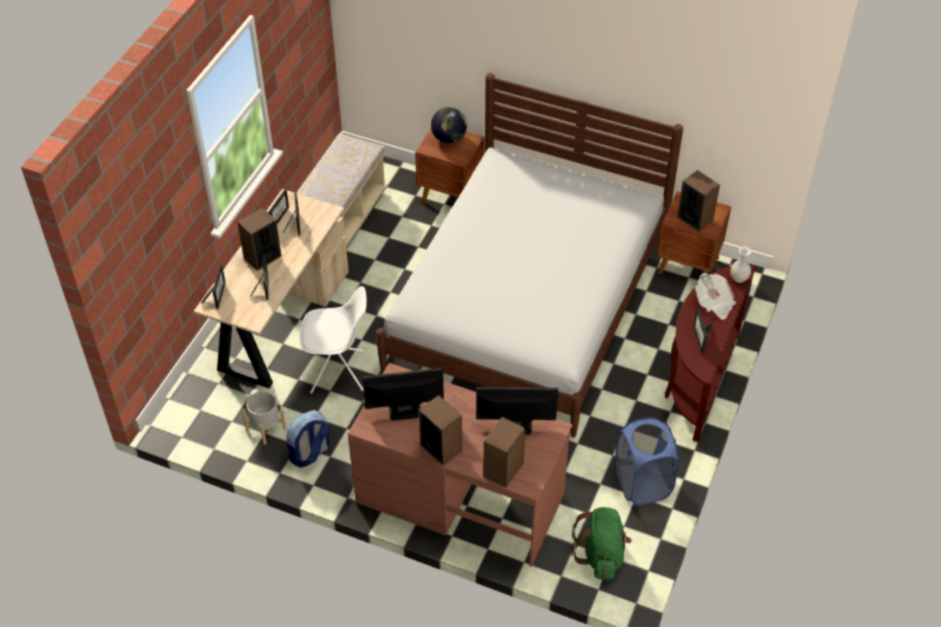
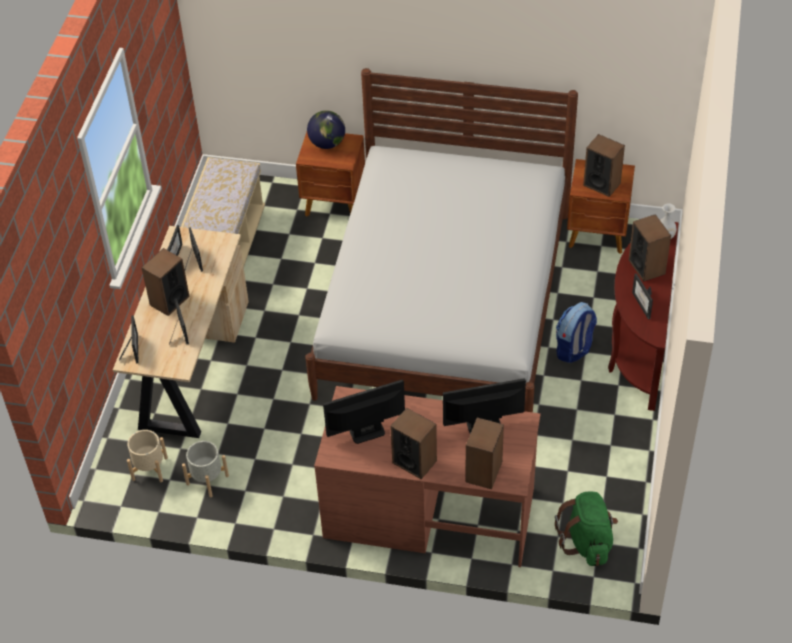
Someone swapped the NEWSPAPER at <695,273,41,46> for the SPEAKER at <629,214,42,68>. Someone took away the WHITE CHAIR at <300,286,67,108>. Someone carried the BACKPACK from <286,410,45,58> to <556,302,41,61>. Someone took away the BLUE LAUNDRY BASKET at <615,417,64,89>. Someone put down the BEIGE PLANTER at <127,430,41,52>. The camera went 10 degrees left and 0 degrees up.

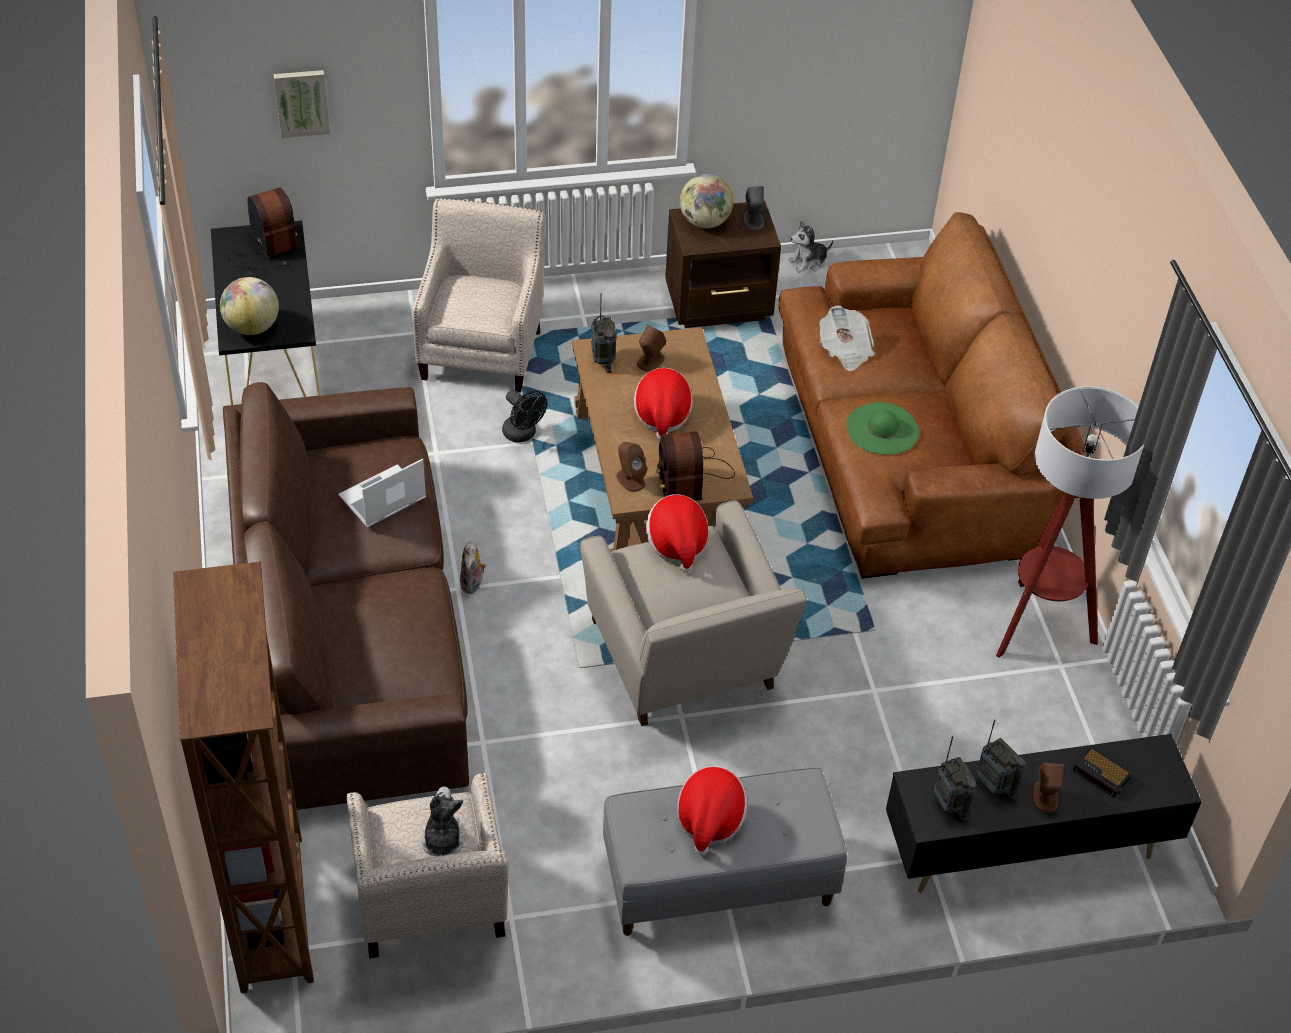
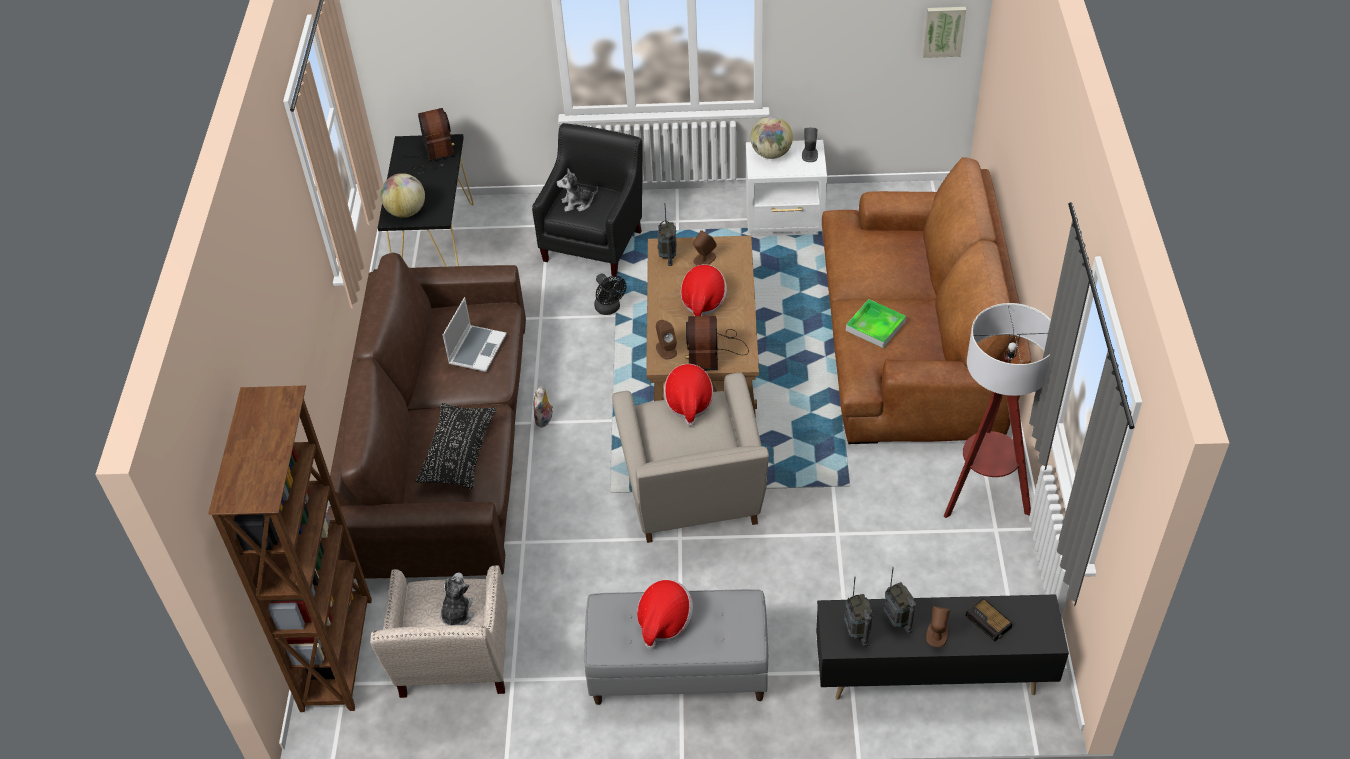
Someone carried the PICTURE from <274,70,56,68> to <923,7,43,51>. Someone repainted the BEIGE ARMCHAIR at <412,198,133,195>, which became the BLACK ARMCHAIR at <532,123,111,153>. Someone repainted the BROWN NIGHTSTAND at <665,201,116,127>, which became the WHITE NIGHTSTAND at <746,140,81,96>. Someone carried the PLUSH TOY from <788,221,45,52> to <556,168,42,44>. Someone took away the NEWSPAPER at <819,305,55,66>. Someone swapped the GREEN HAT at <847,402,72,53> for the TRAY at <846,299,60,49>. Someone rotated the LAPTOP at <338,459,88,69> by 135 degrees clockwise. Someone put down the BLACK PILLOW at <416,403,80,86>. The camera went 15 degrees right and 0 degrees up.

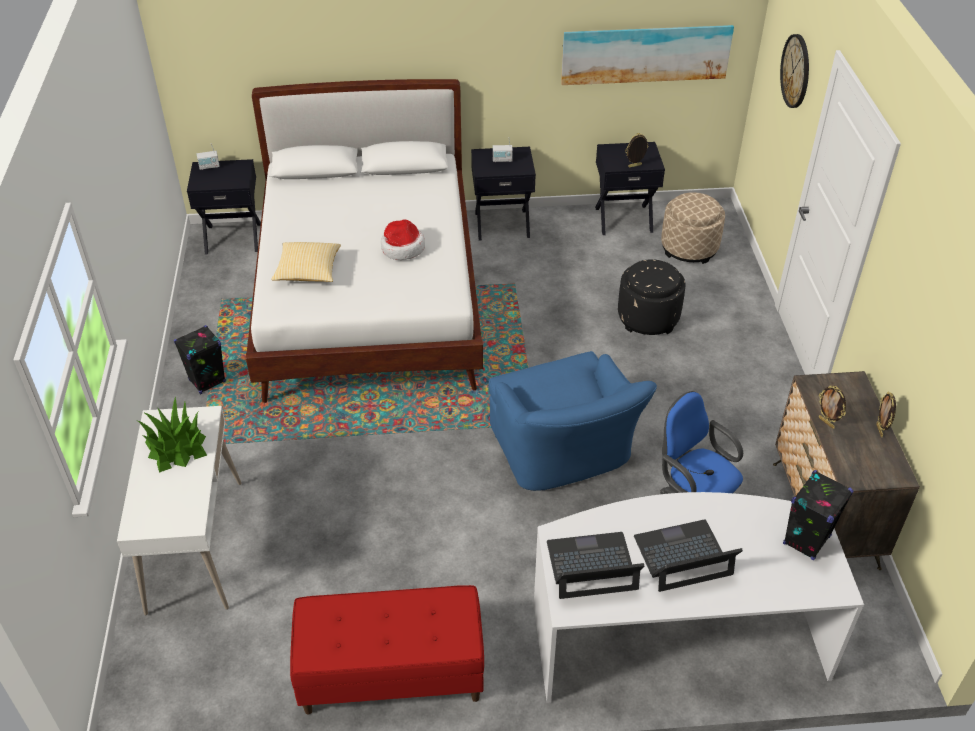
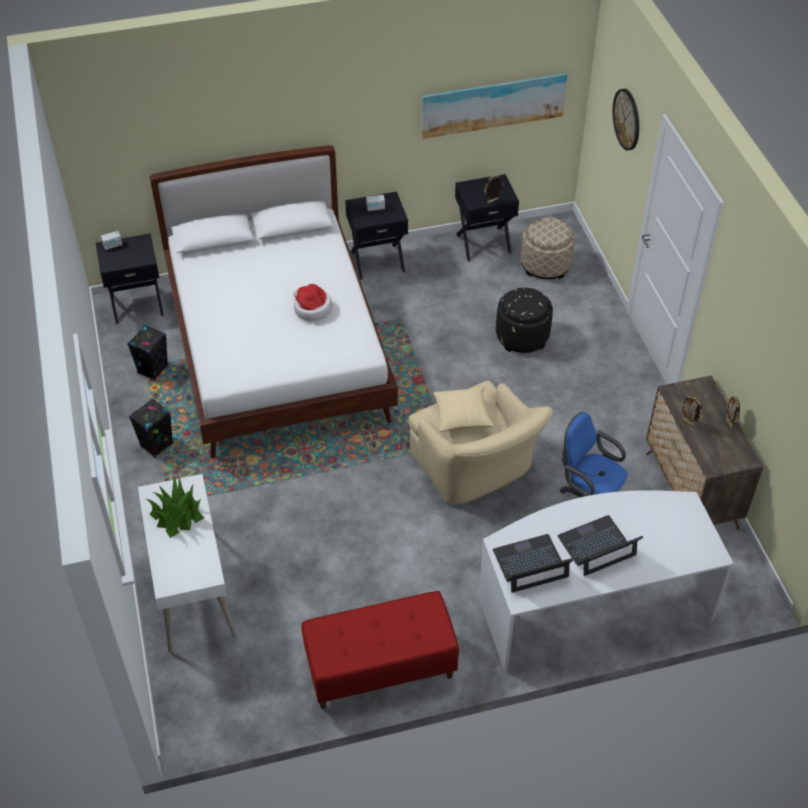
Someone carried the PILLOW from <271,242,70,40> to <433,387,61,45>. Someone repainted the BLUE ARMCHAIR at <488,351,169,140>, which became the BEIGE ARMCHAIR at <409,380,144,124>. Someone carried the BLACK SPEAKER from <783,470,70,90> to <127,325,41,55>. The camera went 10 degrees left and 5 degrees up.

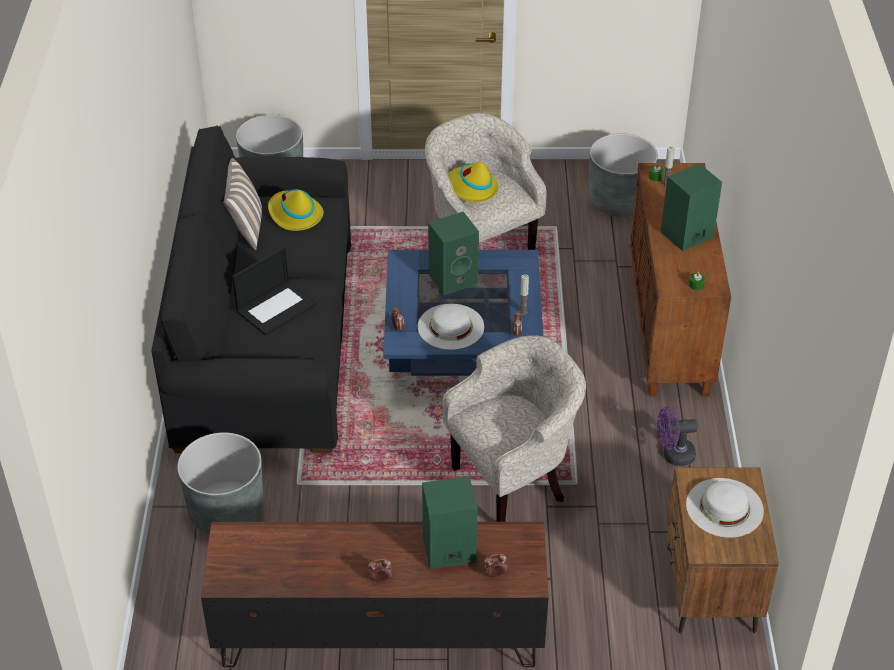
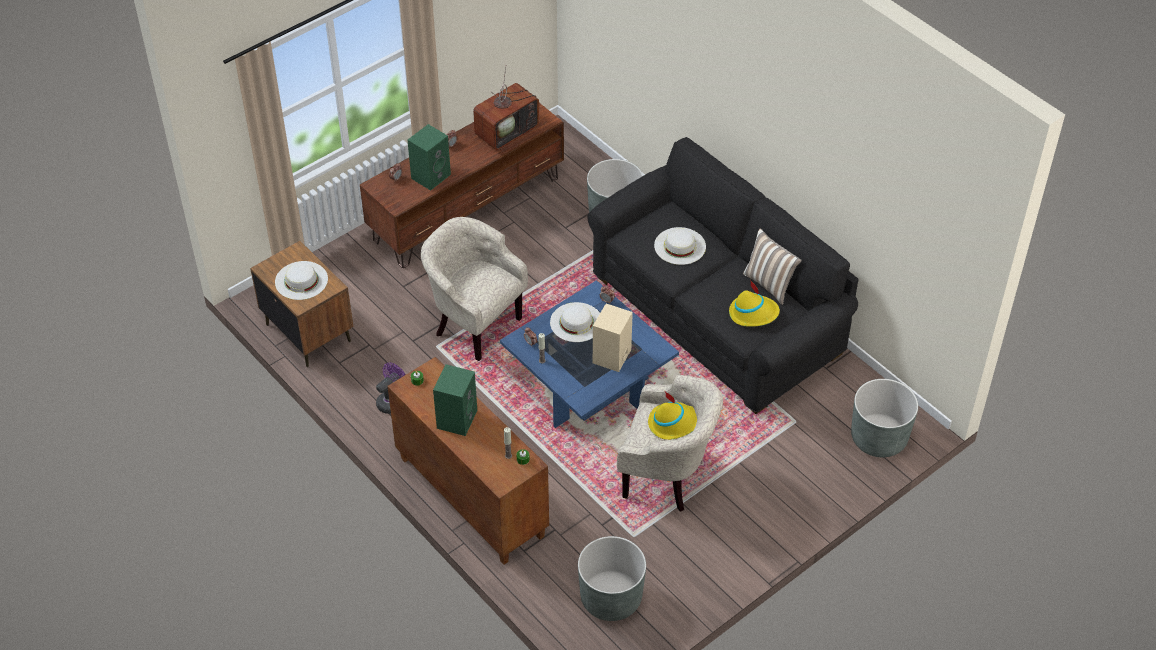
Someone repainted the GREEN SPEAKER at <428,212,51,83>, which became the BEIGE SPEAKER at <593,304,40,68>. Someone swapped the LAPTOP at <232,247,85,89> for the WHITE HAT at <654,227,52,38>. Someone rotated the BEIGE ARMCHAIR at <442,335,144,187> by 105 degrees clockwise. Someone put down the TELEVISION at <473,68,66,82>. The camera went 140 degrees right and 5 degrees up.

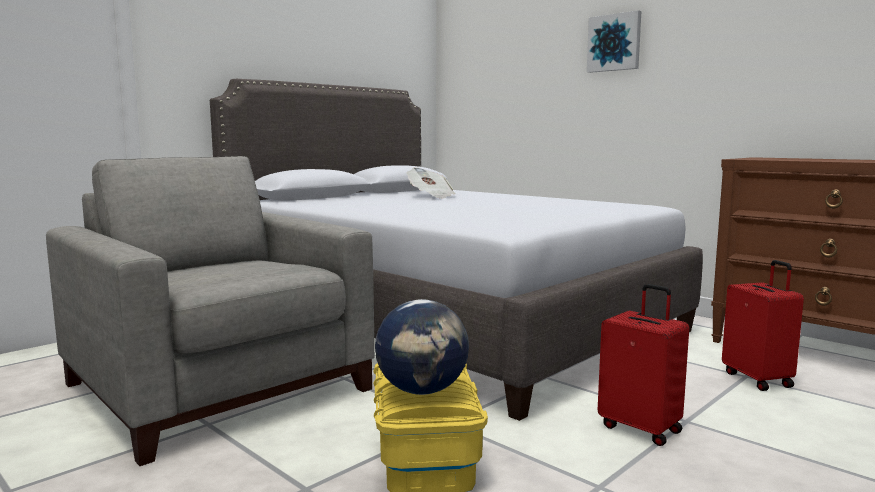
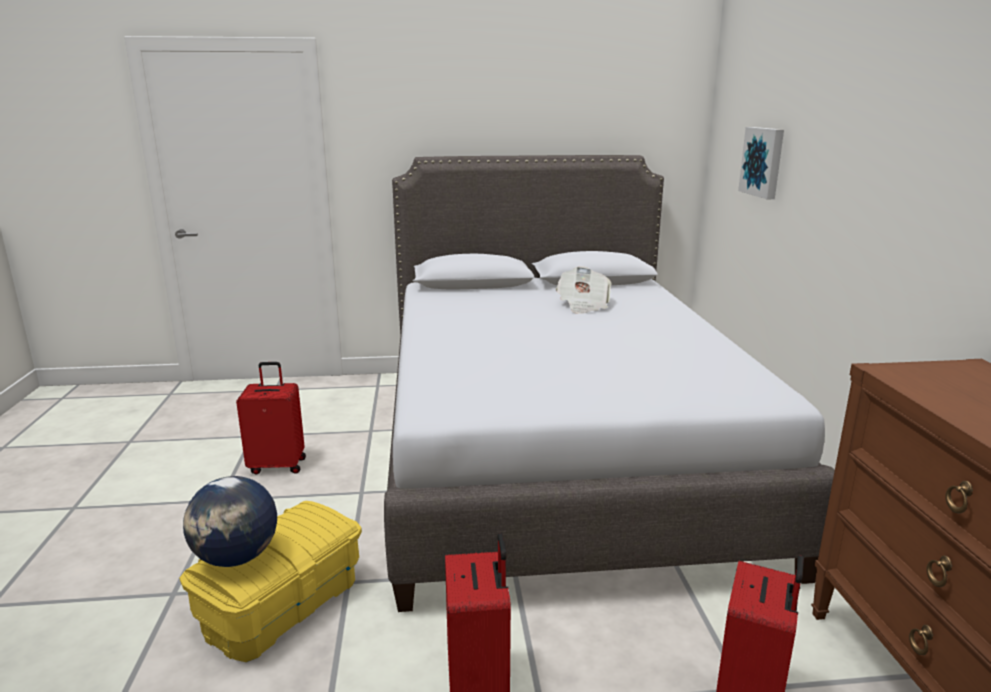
Someone carried the PICTURE from <587,10,54,63> to <738,127,46,72>. Someone swapped the GREY ARMCHAIR at <46,156,329,310> for the RED SUITCASE at <236,362,70,113>. The camera went 40 degrees right and 10 degrees up.

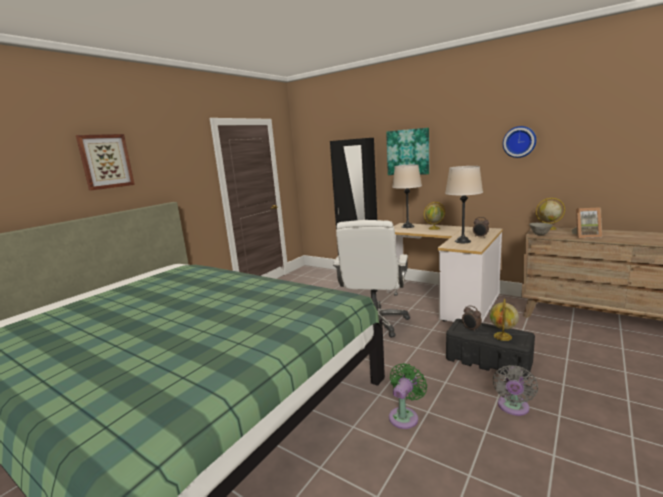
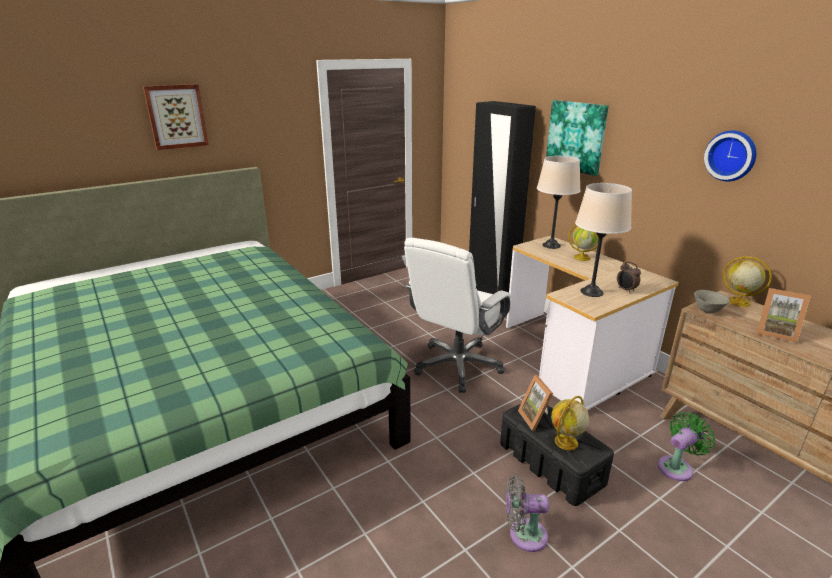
Someone swapped the ALARM CLOCK at <462,305,20,26> for the PICTURE FRAME at <518,375,35,56>. Someone carried the GREEN FAN from <389,363,38,66> to <658,412,57,69>. Someone rotated the GREY FAN at <493,365,45,51> by 45 degrees clockwise. The camera went 20 degrees right and 10 degrees up.

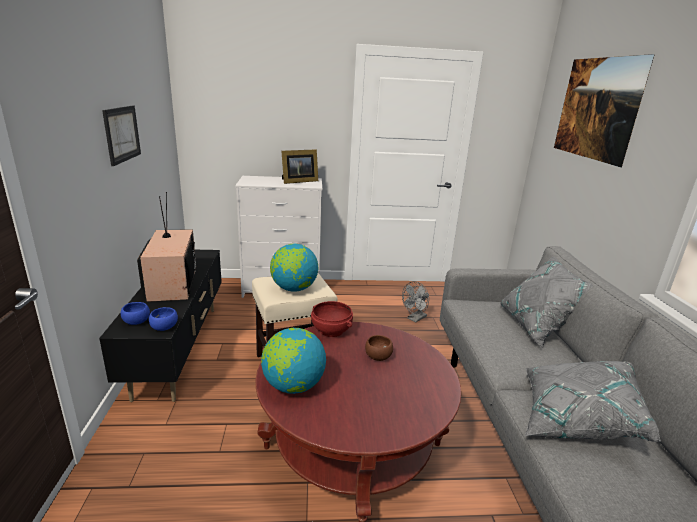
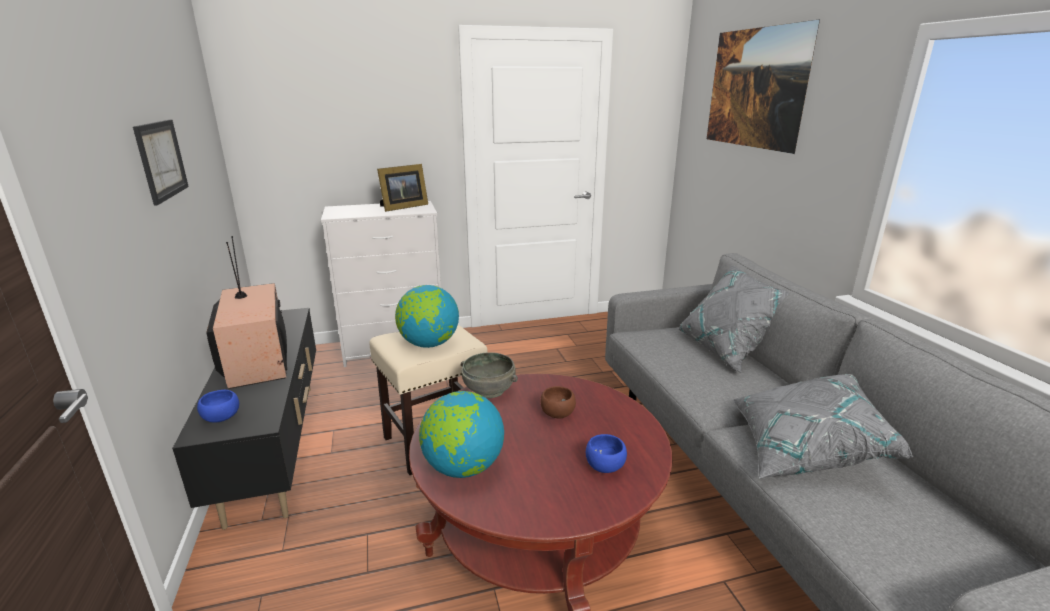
Someone took away the GREY FAN at <402,281,27,42>. Someone repainted the RED BOWL at <311,301,42,36>, which became the GREY BOWL at <461,352,57,46>. Someone carried the BLUE BOWL from <149,307,29,24> to <586,434,41,39>. The camera went 10 degrees left and 0 degrees up.

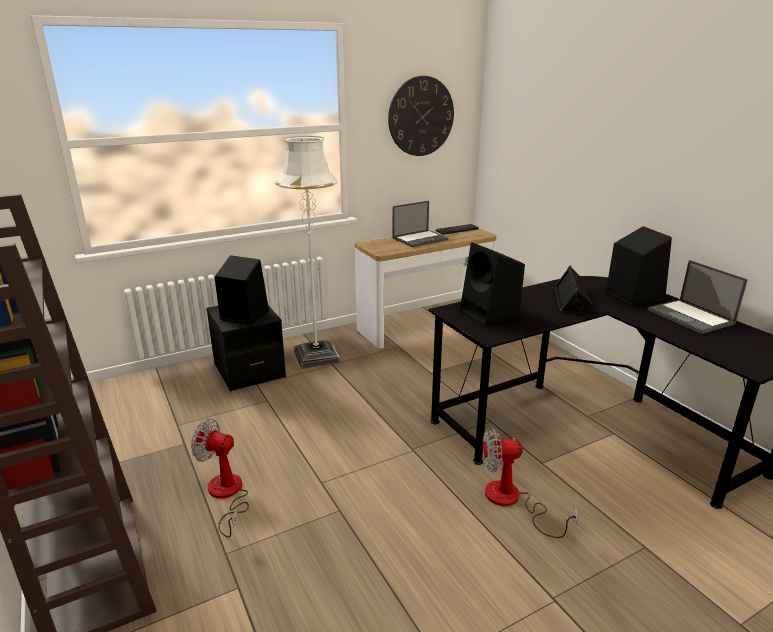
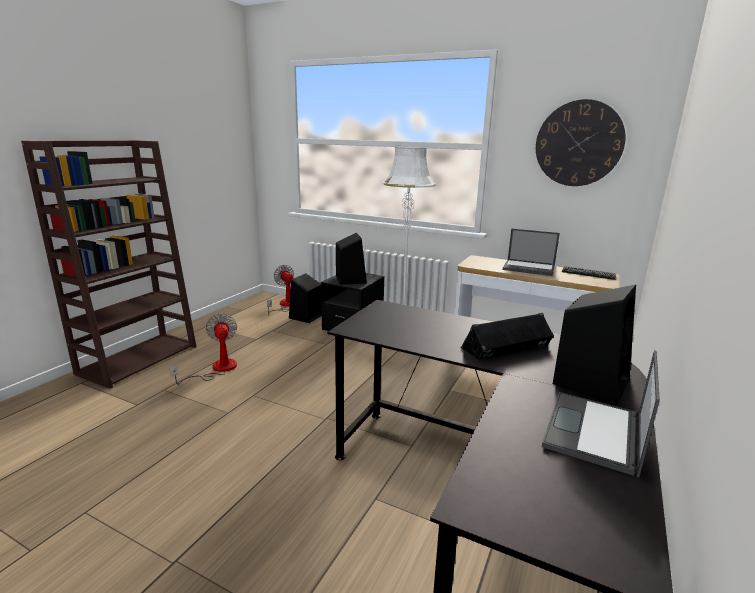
Someone carried the BLACK SPEAKER from <460,242,65,84> to <289,273,33,50>. Someone carried the FAN from <483,427,96,111> to <267,265,27,50>. The camera went 55 degrees right and 5 degrees down.

